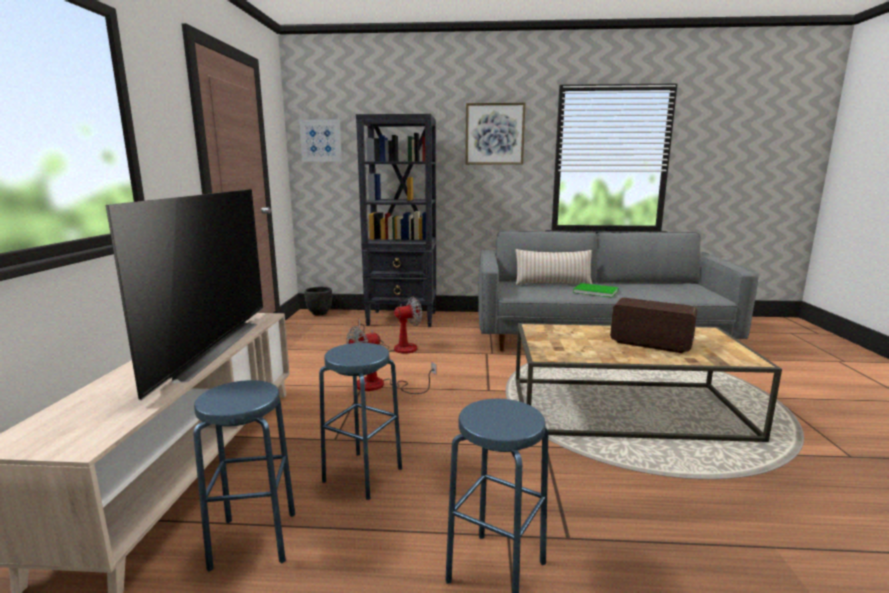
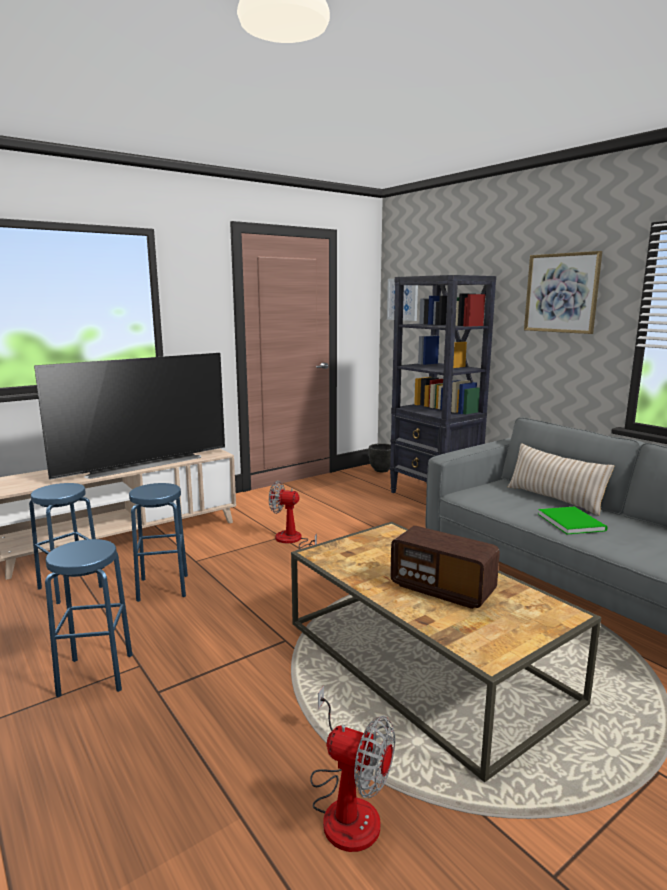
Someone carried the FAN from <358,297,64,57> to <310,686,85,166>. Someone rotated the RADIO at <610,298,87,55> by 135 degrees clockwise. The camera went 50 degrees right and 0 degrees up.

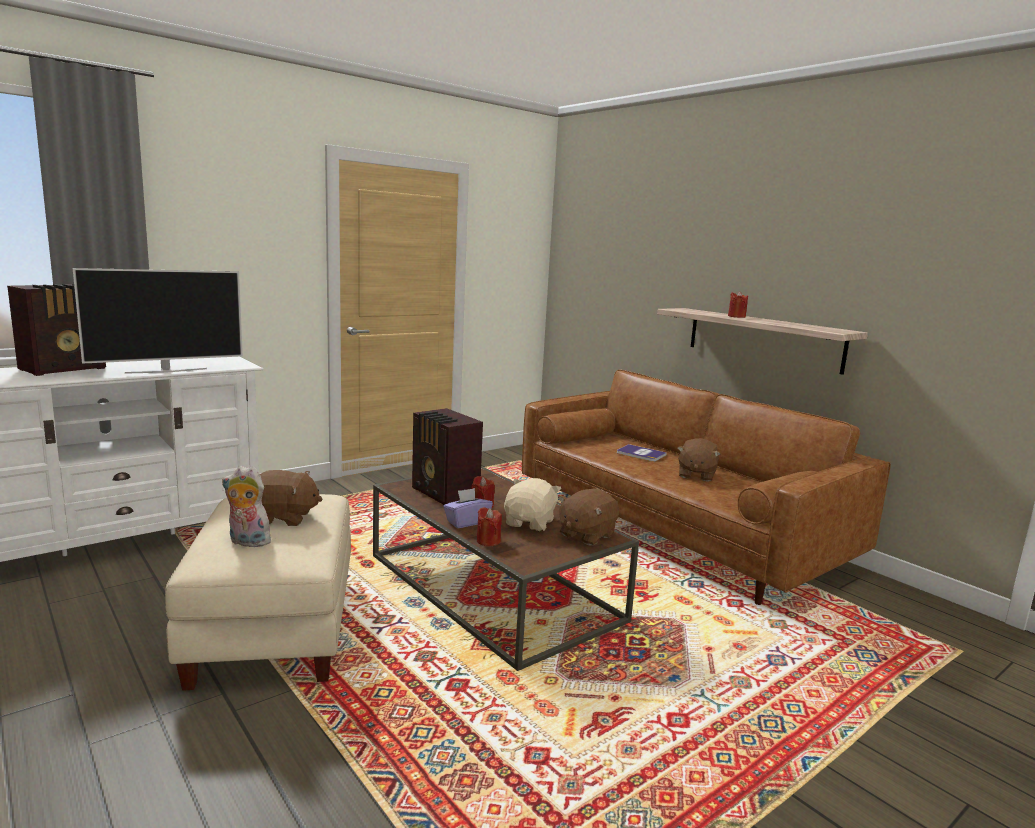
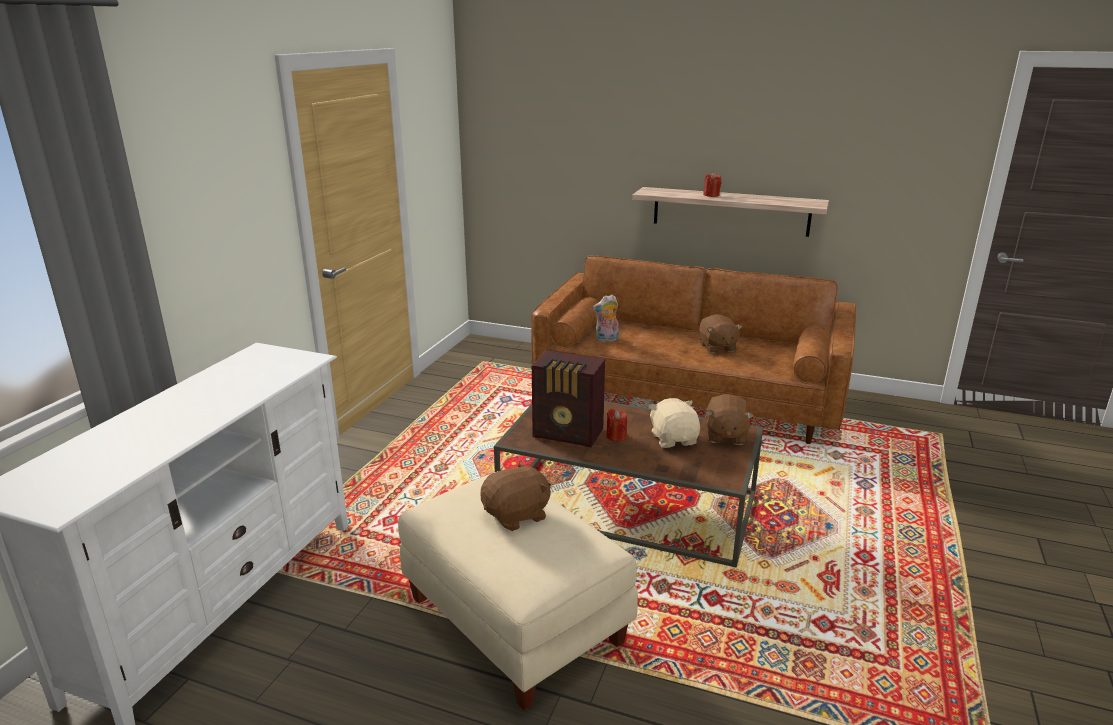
Someone took away the TELEVISION at <73,268,170,106>. Someone took away the RADIO at <7,284,99,92>. Someone took away the BOOK at <617,444,50,18>. Someone carried the PLUSH TOY from <222,466,51,81> to <593,294,26,48>. Someone took away the PURPLE TISSUE BOX at <443,488,50,40>. Someone took away the RED CANDLE at <477,507,25,39>. The camera went 30 degrees left and 10 degrees up.

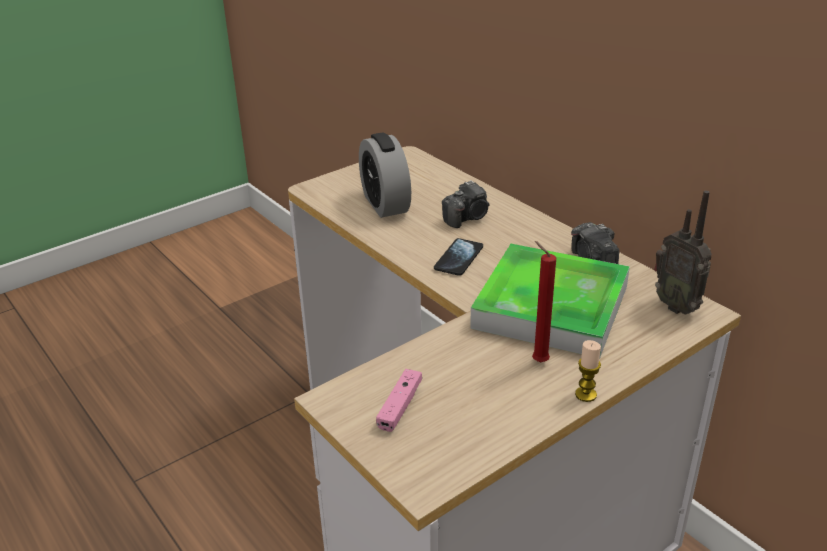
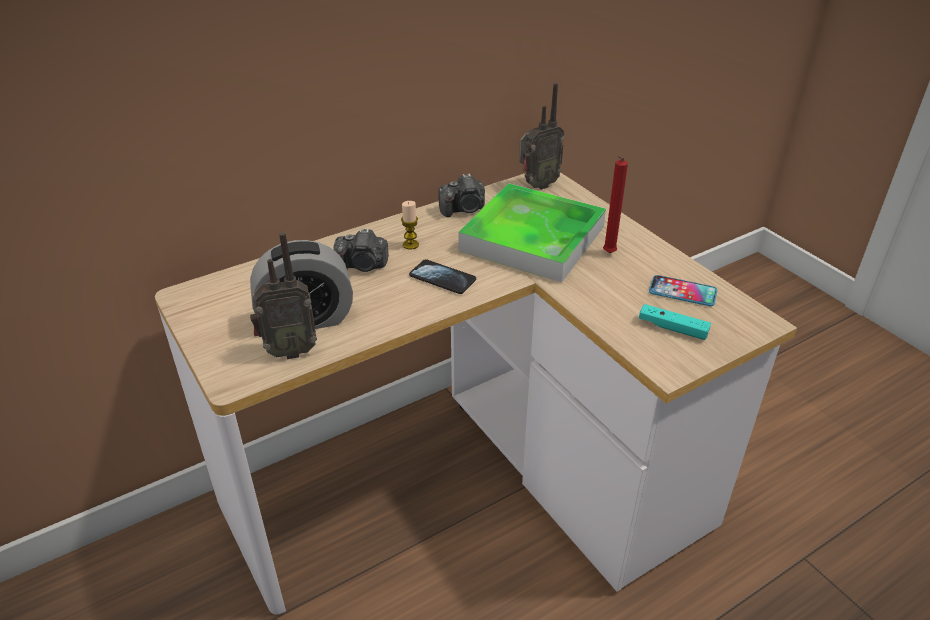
Someone rotated the PHOTO CAMERA at <442,180,48,48> by 120 degrees clockwise. Someone carried the CANDLE from <575,340,26,62> to <401,201,18,49>. Someone repainted the PINK GAME CONTROLLER at <376,369,46,63>, which became the TURQUOISE GAME CONTROLLER at <639,304,72,36>. Someone put down the RADIO at <250,232,67,127>. Someone put down the PHONE at <649,275,68,31>. The camera went 85 degrees left and 5 degrees up.

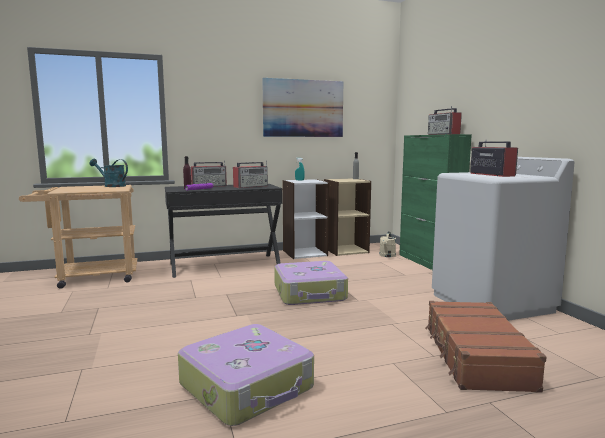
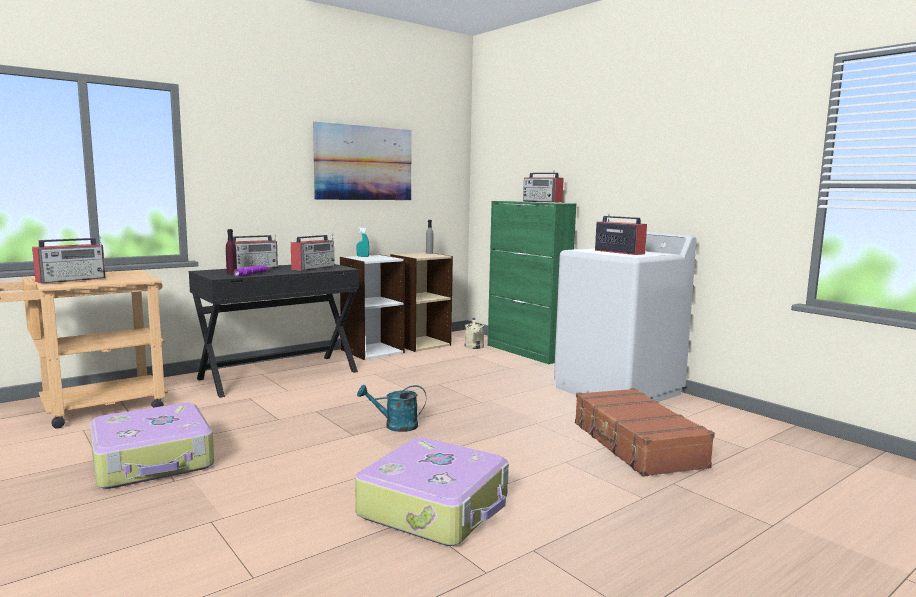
Someone carried the TURQUOISE WATERING CAN from <89,159,39,28> to <357,384,69,48>. Someone carried the SUITCASE from <274,261,74,44> to <89,403,125,86>. Someone put down the RADIO at <32,236,74,48>. The camera went 20 degrees left and 0 degrees up.

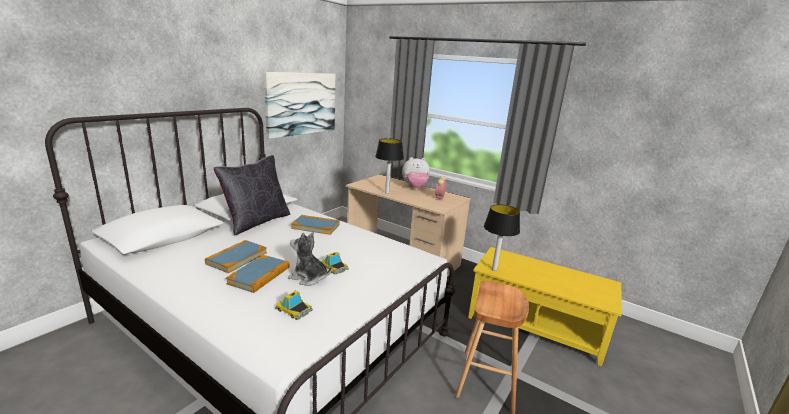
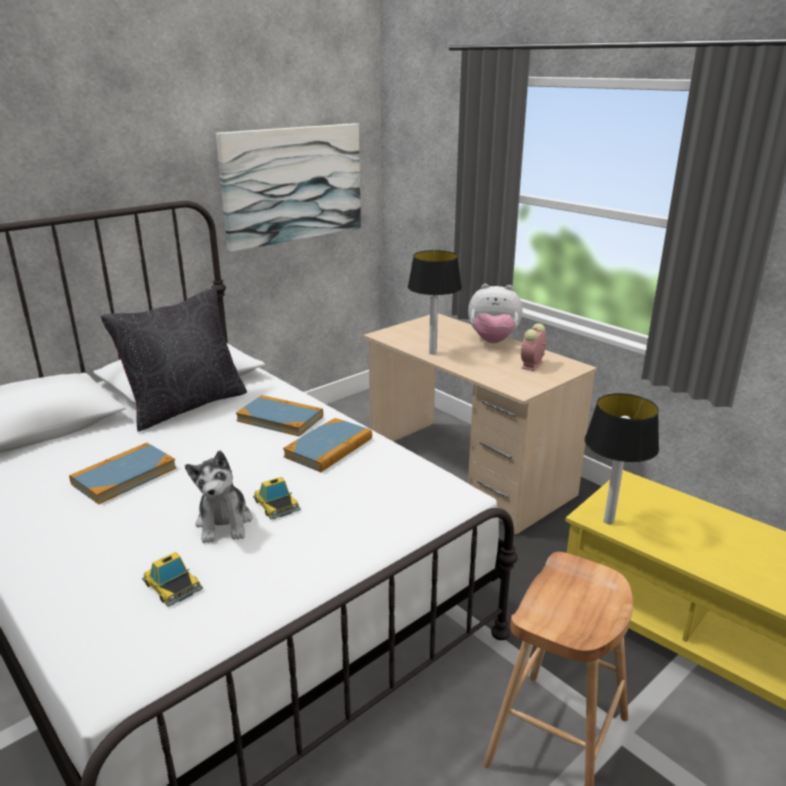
Someone rotated the PLUSH TOY at <288,232,44,54> by 135 degrees counterclockwise. Someone carried the BOOK from <226,255,63,38> to <283,418,89,54>. The camera went 15 degrees right and 5 degrees up.

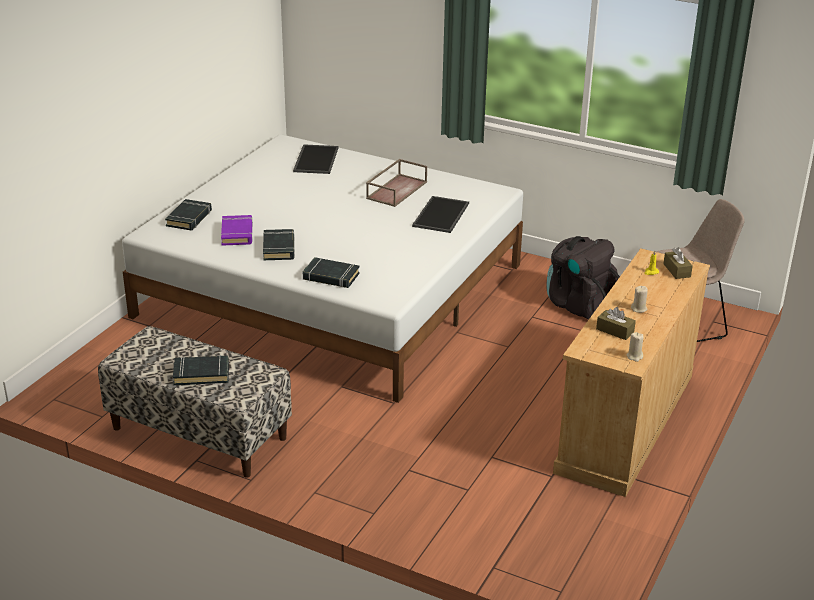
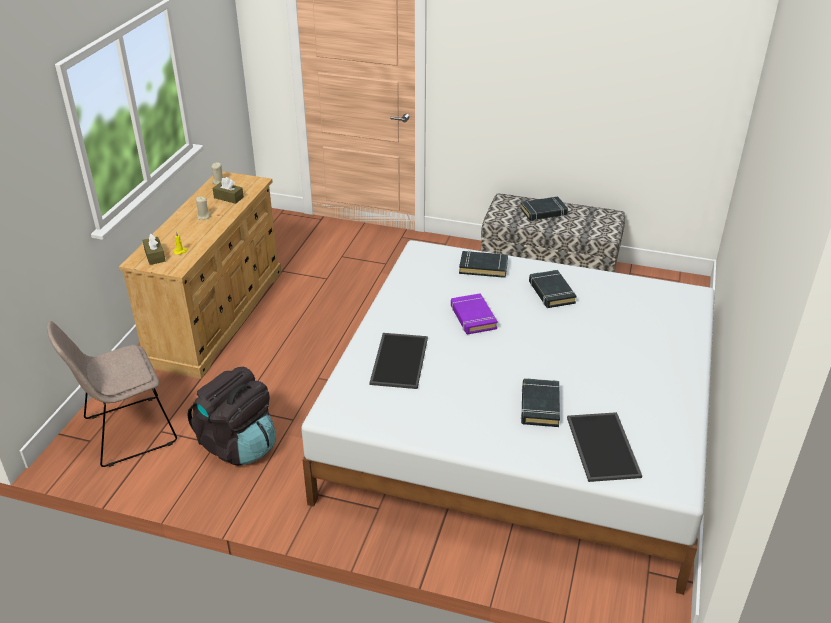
Someone took away the BROWN TRAY at <366,159,61,48>. Someone carried the BLACK BOOK from <165,199,47,32> to <521,378,39,49>. Someone carried the PURPLE BOOK from <221,215,32,31> to <451,293,47,42>. The camera went 170 degrees right and 5 degrees up.

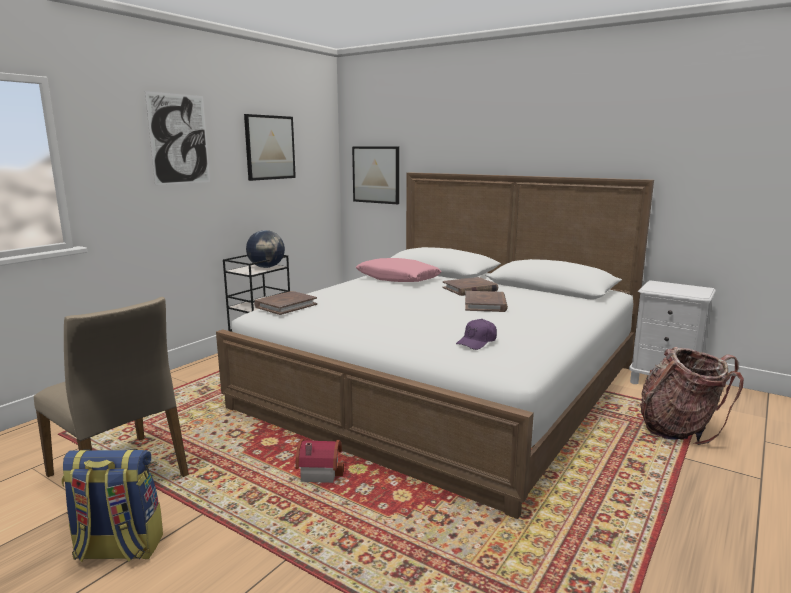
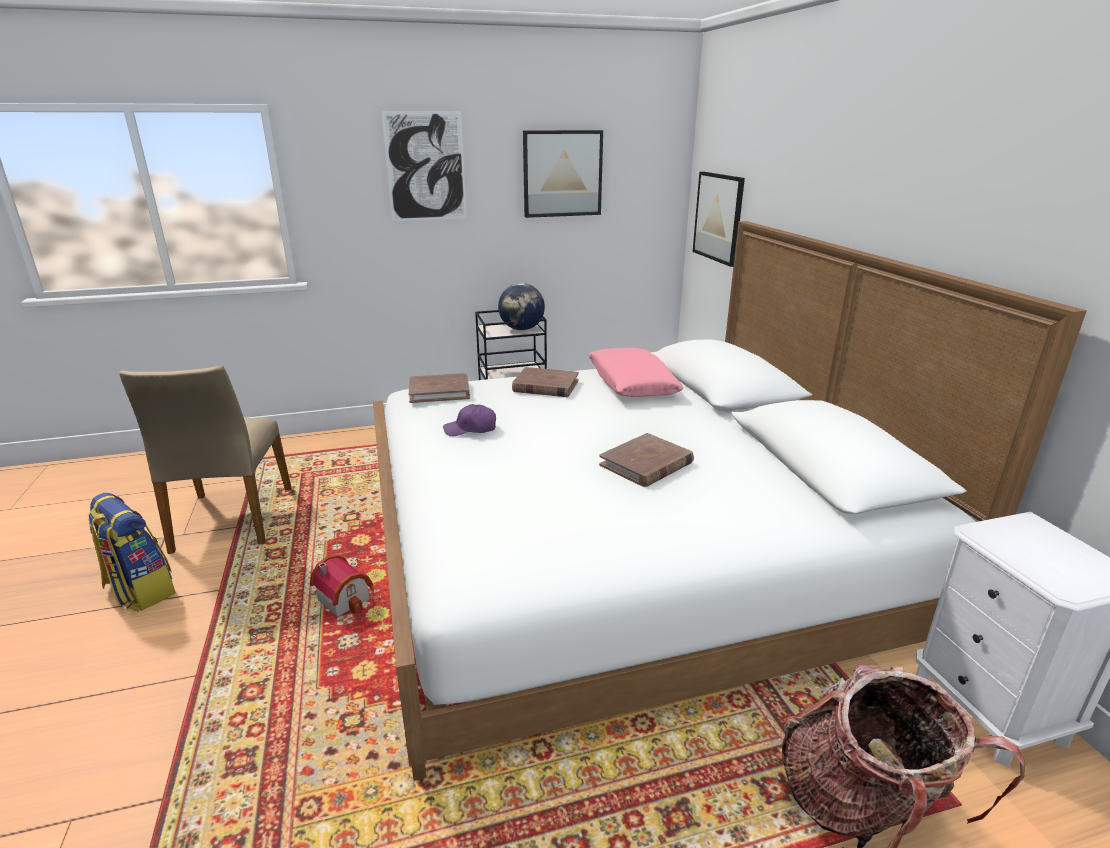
Someone carried the BROWN BOOK from <443,277,55,19> to <512,367,67,30>. Someone carried the PURPLE CAP from <456,319,41,31> to <443,404,53,32>. The camera went 40 degrees right and 10 degrees up.

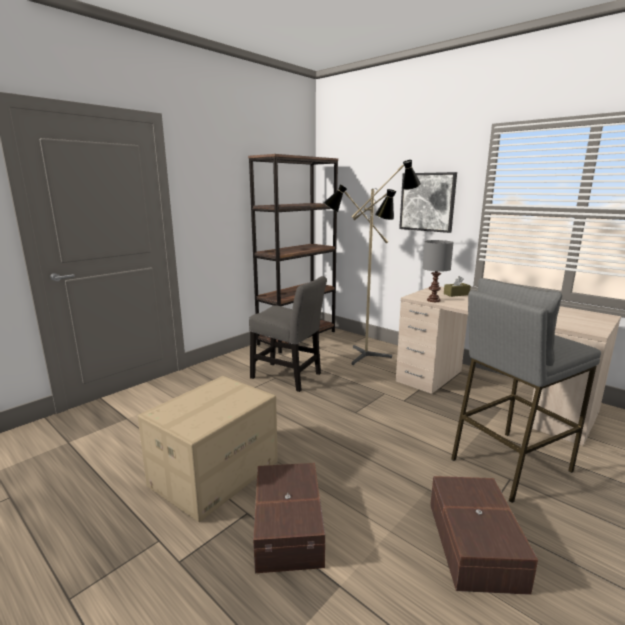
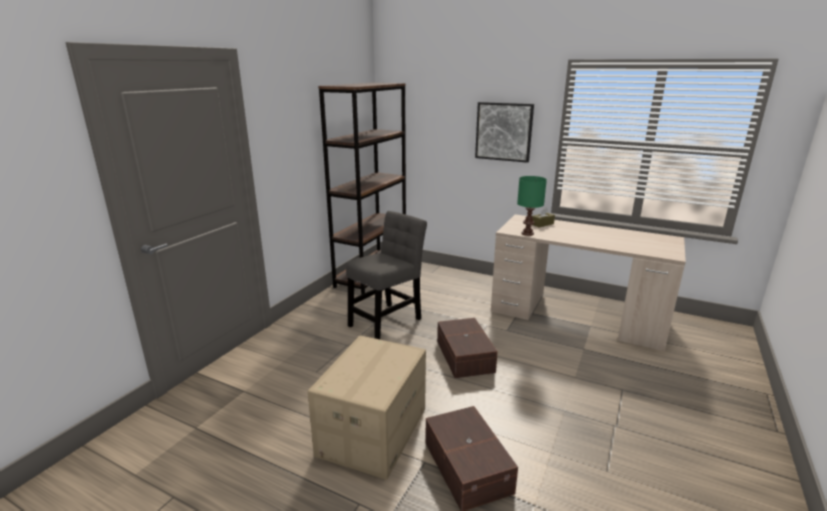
Someone took away the FLOOR LAMP at <324,160,97,205>. Someone repainted the GREY TABLE LAMP at <423,240,31,62>, which became the GREEN TABLE LAMP at <517,176,30,60>. Someone rotated the GREY CHAIR at <249,276,78,116> by 60 degrees counterclockwise. Someone took away the GREY STOOL at <451,278,150,225>. Someone carried the BROWN STORAGE BOX from <430,476,108,119> to <437,318,61,60>. The camera went 15 degrees left and 5 degrees up.

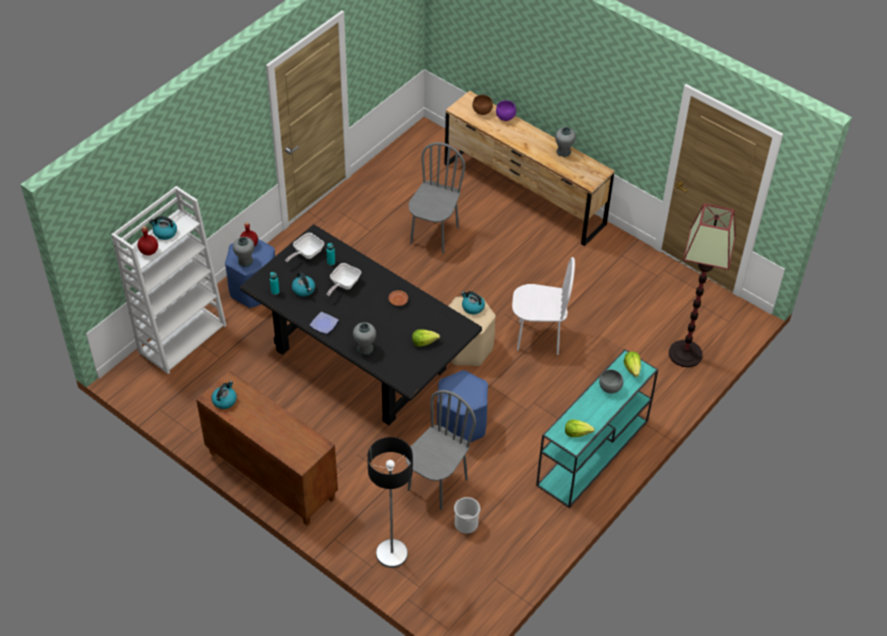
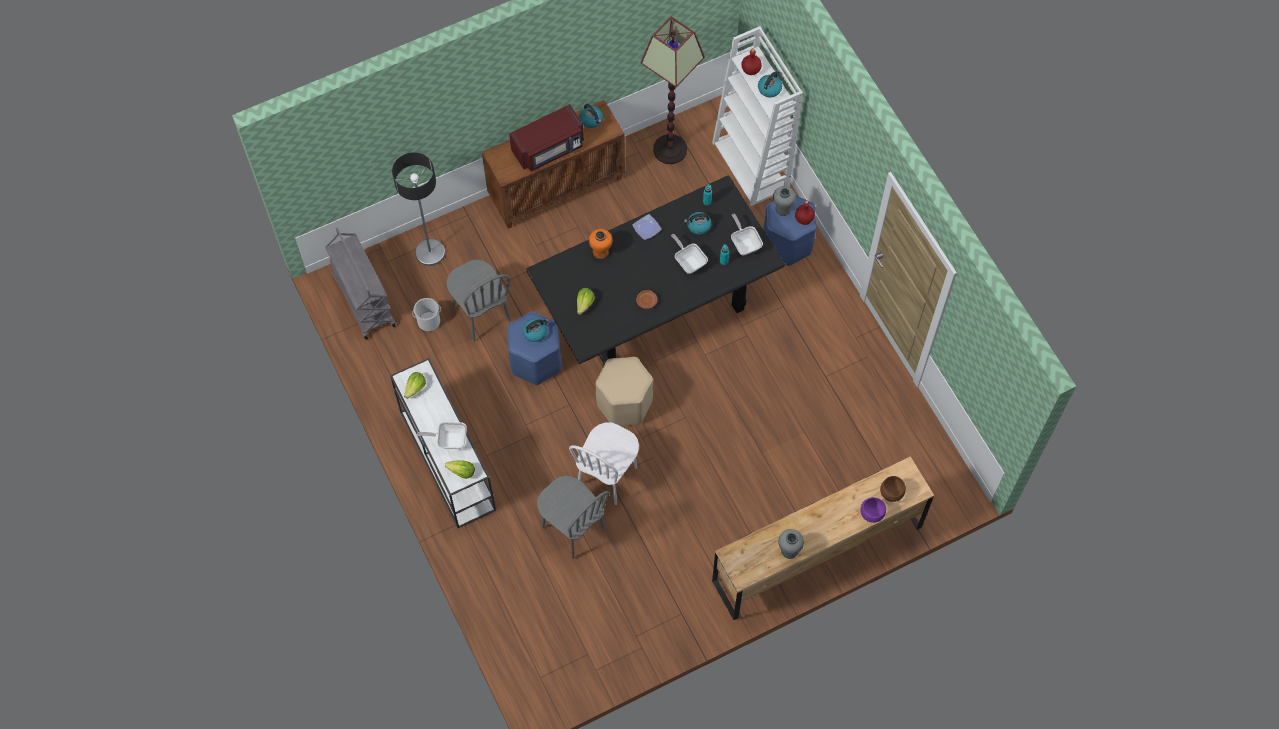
Someone carried the GREY CHAIR from <409,142,56,112> to <537,476,72,83>. Someone carried the FLOOR LAMP from <669,204,67,163> to <640,17,65,147>. Someone carried the KETTLE from <461,291,24,23> to <523,318,26,24>. Someone repainted the GREY VASE at <353,322,23,33>, which became the ORANGE VASE at <589,229,24,30>. Someone repainted the TURQUOISE CONSOLE TABLE at <536,349,122,159>, which became the WHITE CONSOLE TABLE at <390,358,106,170>. Someone swapped the GREY BOWL at <599,369,24,25> for the FRYING PAN at <417,422,50,27>. Someone put down the RED MICROWAVE at <509,104,75,68>. Someone put down the GREY CART at <325,228,71,111>. The camera went 115 degrees right and 15 degrees up.

